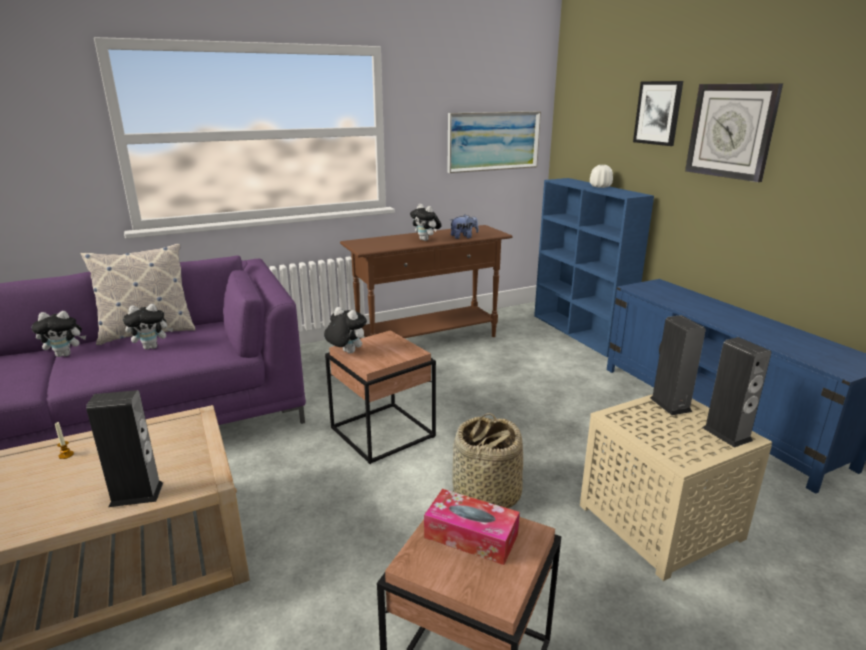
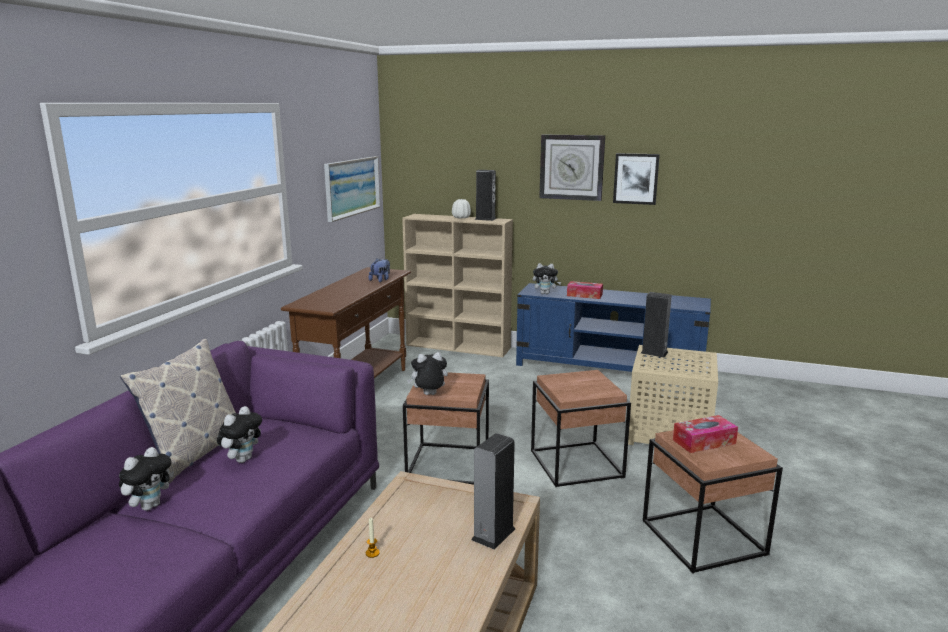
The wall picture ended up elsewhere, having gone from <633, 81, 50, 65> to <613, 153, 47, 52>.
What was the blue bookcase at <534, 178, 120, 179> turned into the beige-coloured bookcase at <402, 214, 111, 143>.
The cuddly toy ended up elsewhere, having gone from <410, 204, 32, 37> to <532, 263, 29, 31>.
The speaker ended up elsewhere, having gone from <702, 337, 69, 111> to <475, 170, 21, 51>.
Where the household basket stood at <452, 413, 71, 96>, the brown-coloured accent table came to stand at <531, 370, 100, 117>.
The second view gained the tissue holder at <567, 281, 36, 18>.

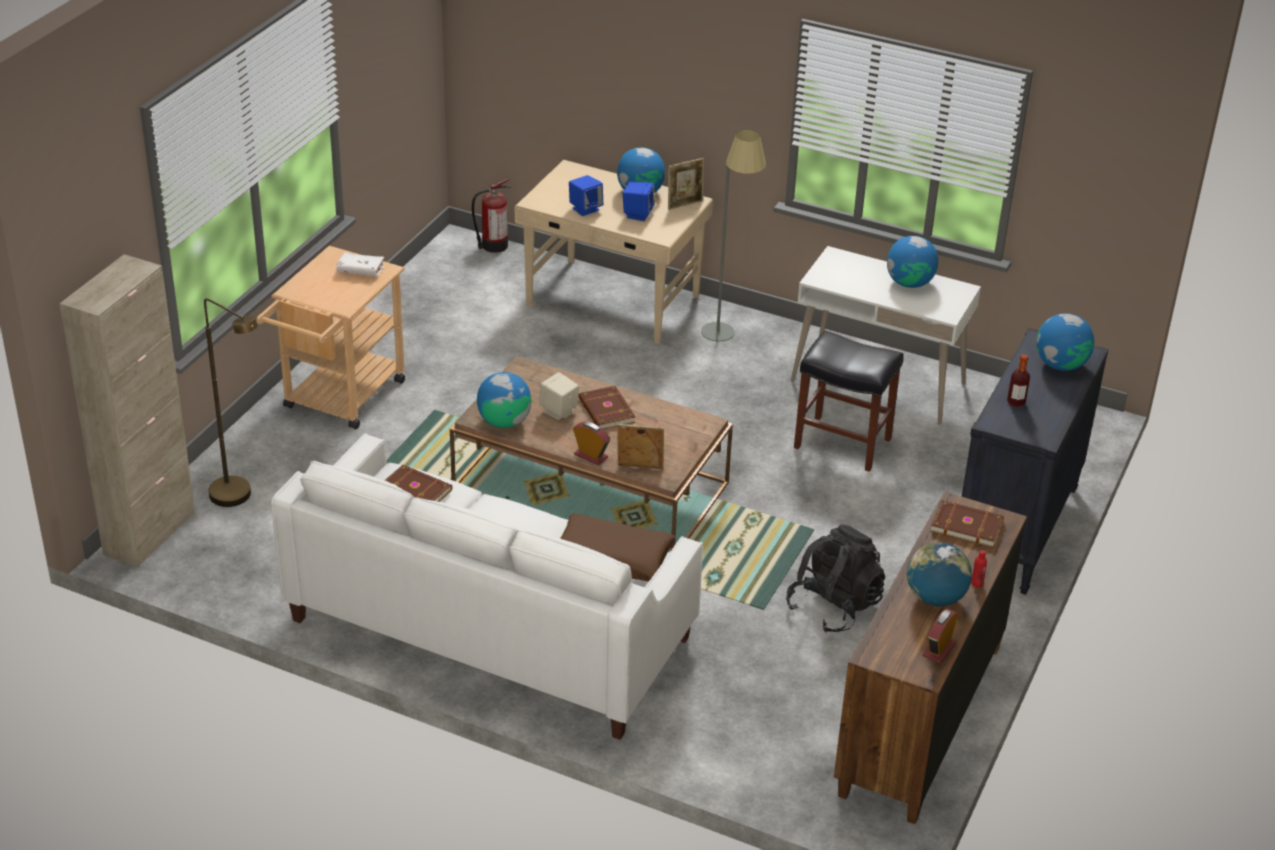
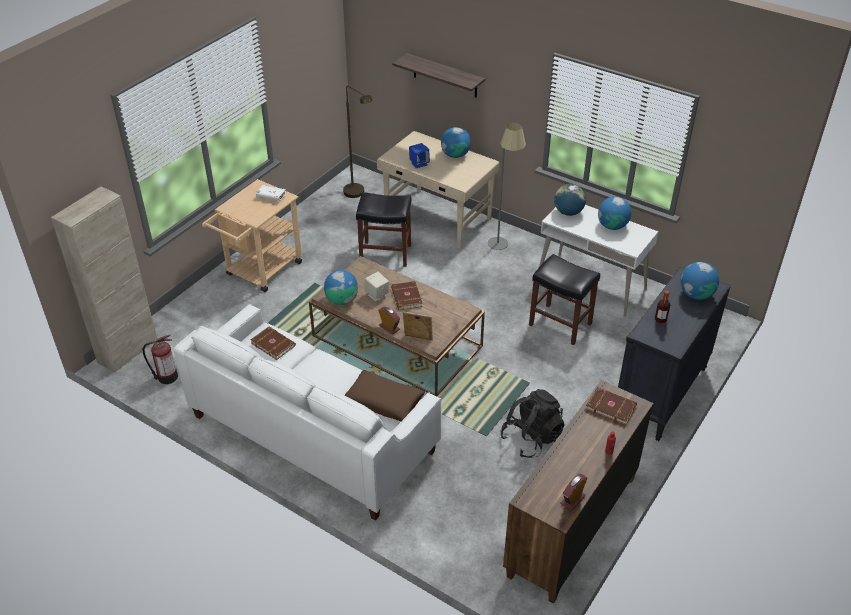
The second view lost the photo frame at <668, 158, 36, 52>.
The fire extinguisher ended up elsewhere, having gone from <472, 179, 38, 74> to <143, 335, 35, 49>.
The second view lost the blue speaker at <623, 181, 32, 40>.
The brown-coloured standard lamp ended up elsewhere, having gone from <204, 298, 54, 209> to <343, 86, 29, 112>.
The world globe ended up elsewhere, having gone from <907, 542, 65, 65> to <554, 184, 32, 32>.
The second view gained the wall shelf at <392, 53, 93, 45>.
The second view gained the black sitting stool at <356, 192, 56, 75>.

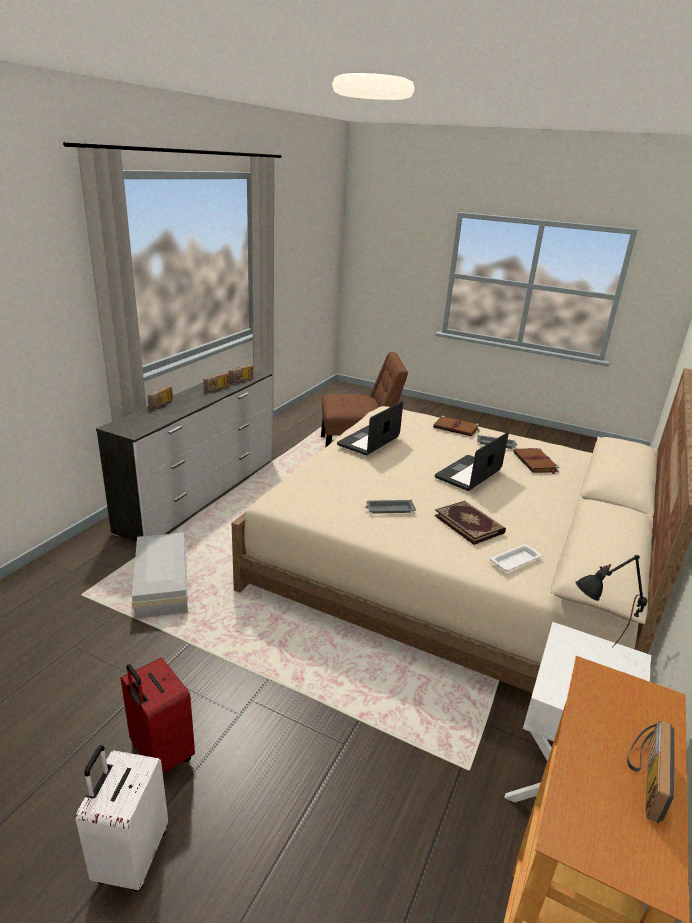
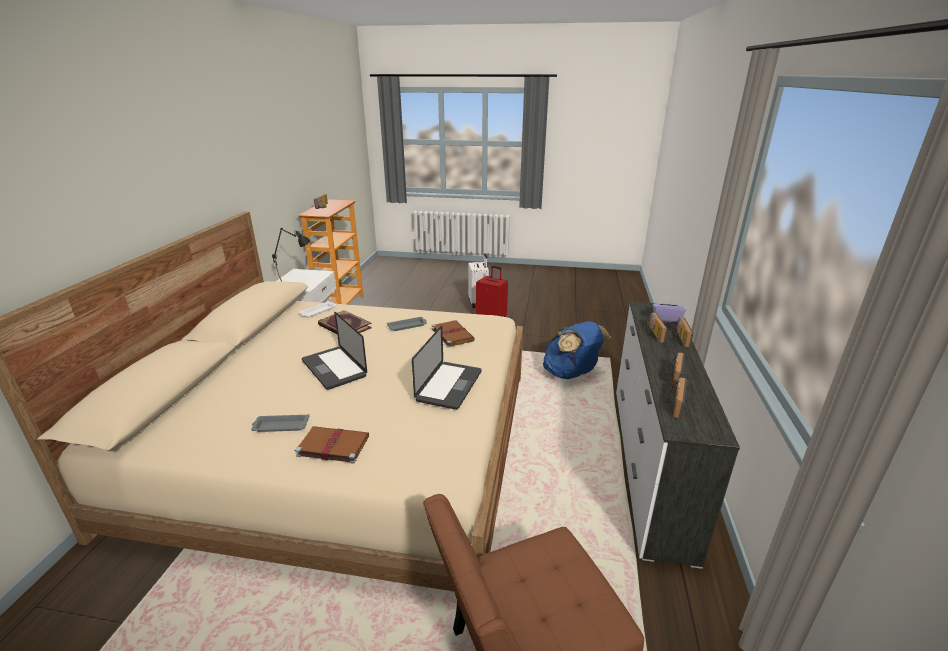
The portable computer at <435, 432, 74, 59> ended up facing another way, 120 degrees clockwise from before.
The brown-coloured book ended up elsewhere, having gone from <513, 448, 47, 26> to <432, 320, 43, 27>.
Where the white storage bin stood at <132, 533, 56, 87>, the blue rucksack came to stand at <543, 321, 68, 58>.
The second view gained the purple-coloured tissue holder at <652, 296, 34, 26>.
The second view gained the radio set at <644, 313, 24, 30>.

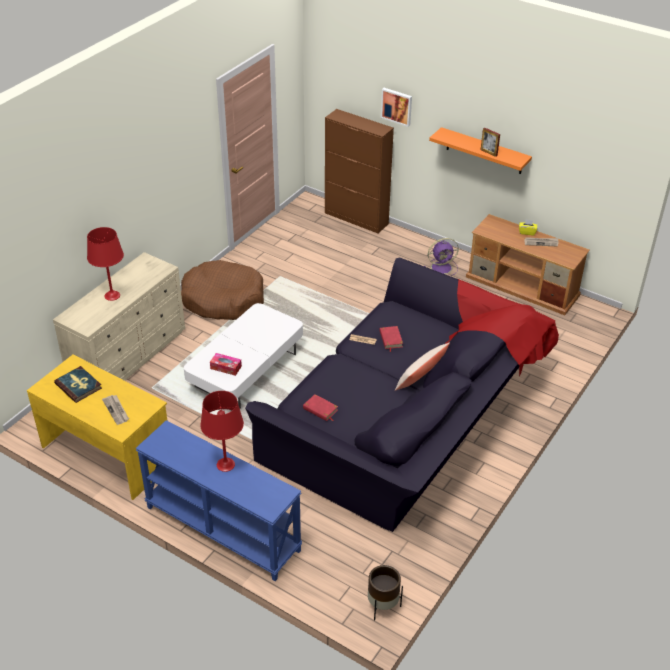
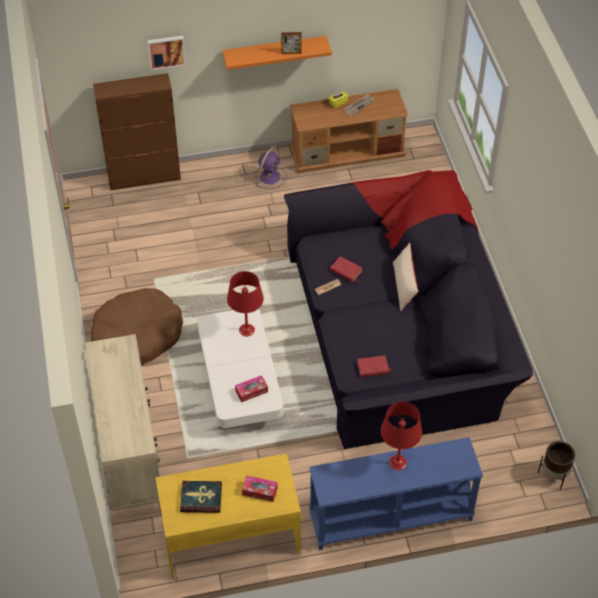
The reddish tabletop lamp ended up elsewhere, having gone from <87, 227, 37, 74> to <227, 271, 37, 65>.
Where the daily paper stood at <102, 395, 27, 30>, the tissue holder came to stand at <242, 475, 36, 27>.

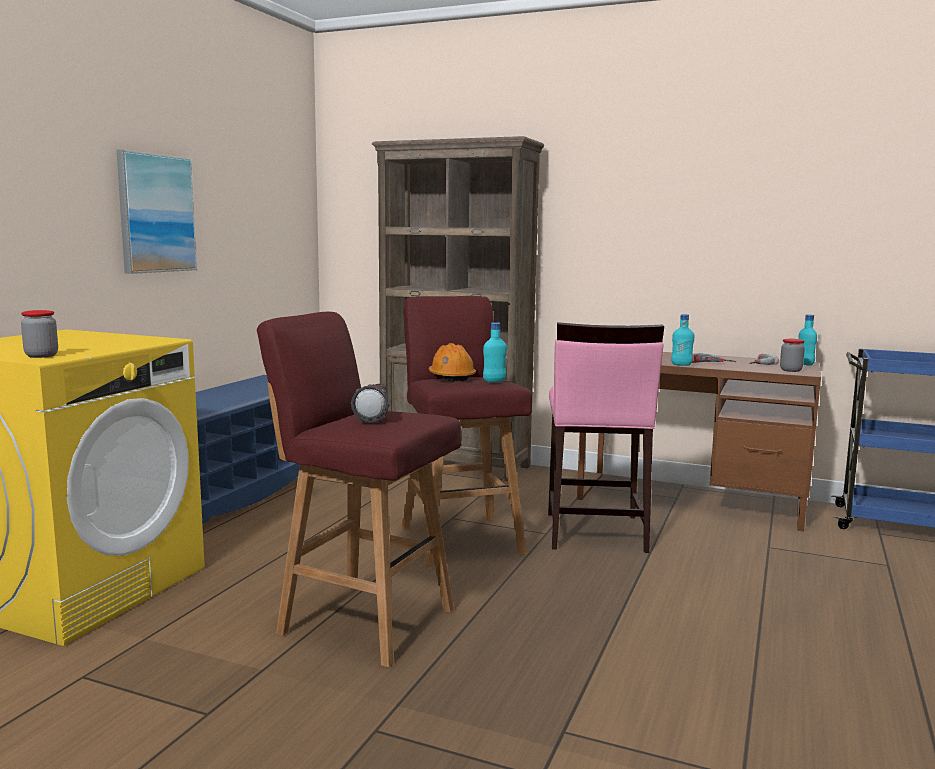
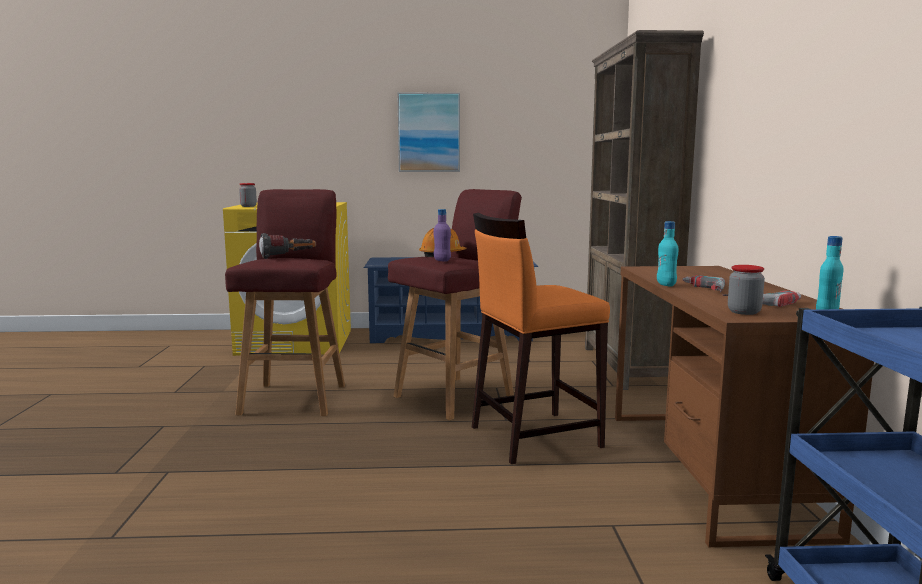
What was the blue-green drink bottle at <483, 322, 24, 60> turned into the purple-coloured drink bottle at <434, 209, 17, 53>.
What was the pink-coloured sitting stool at <548, 322, 116, 231> turned into the orange sitting stool at <472, 213, 138, 251>.

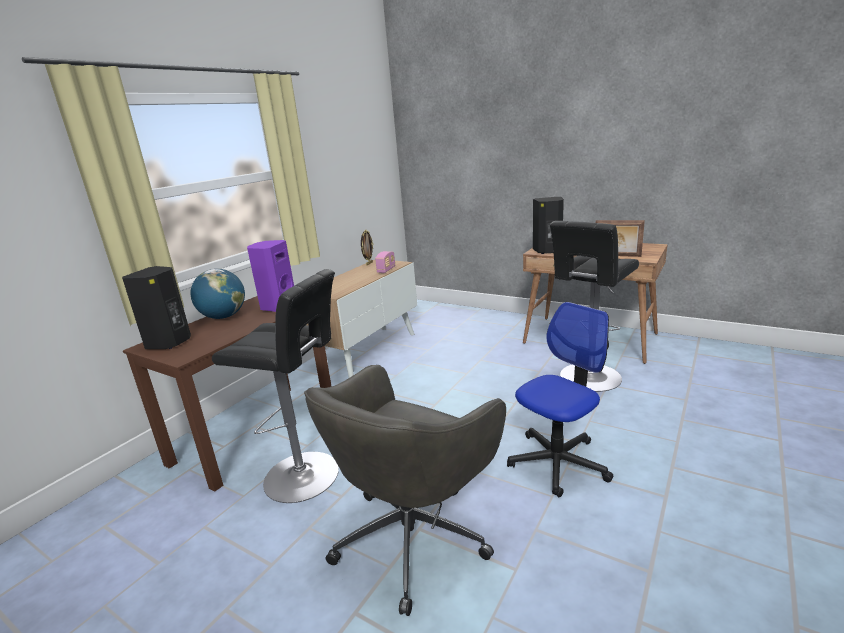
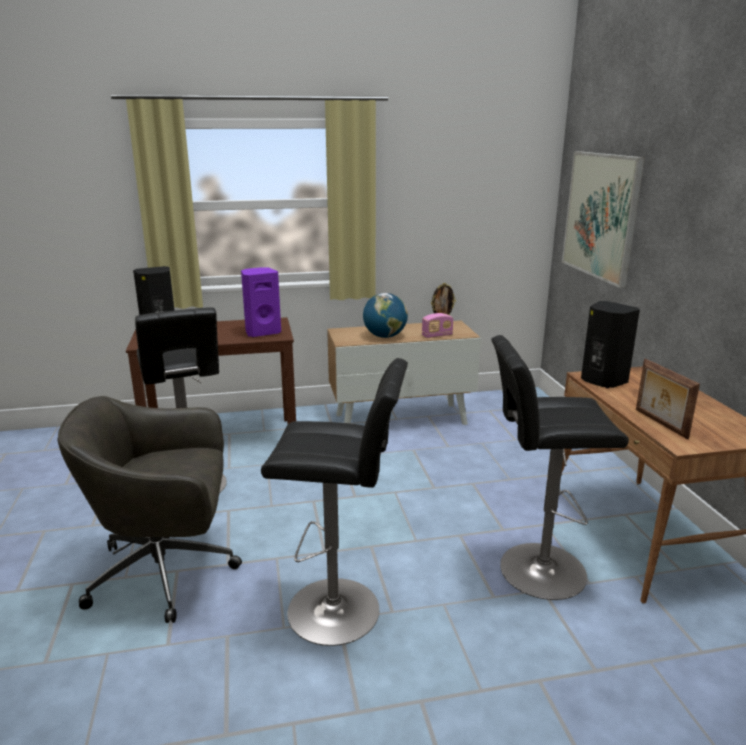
The world globe ended up elsewhere, having gone from <191, 269, 54, 50> to <363, 293, 45, 45>.
Where the desk chair stood at <507, 302, 106, 195>, the black sitting stool came to stand at <261, 358, 147, 288>.
The second view gained the wall picture at <562, 151, 83, 137>.

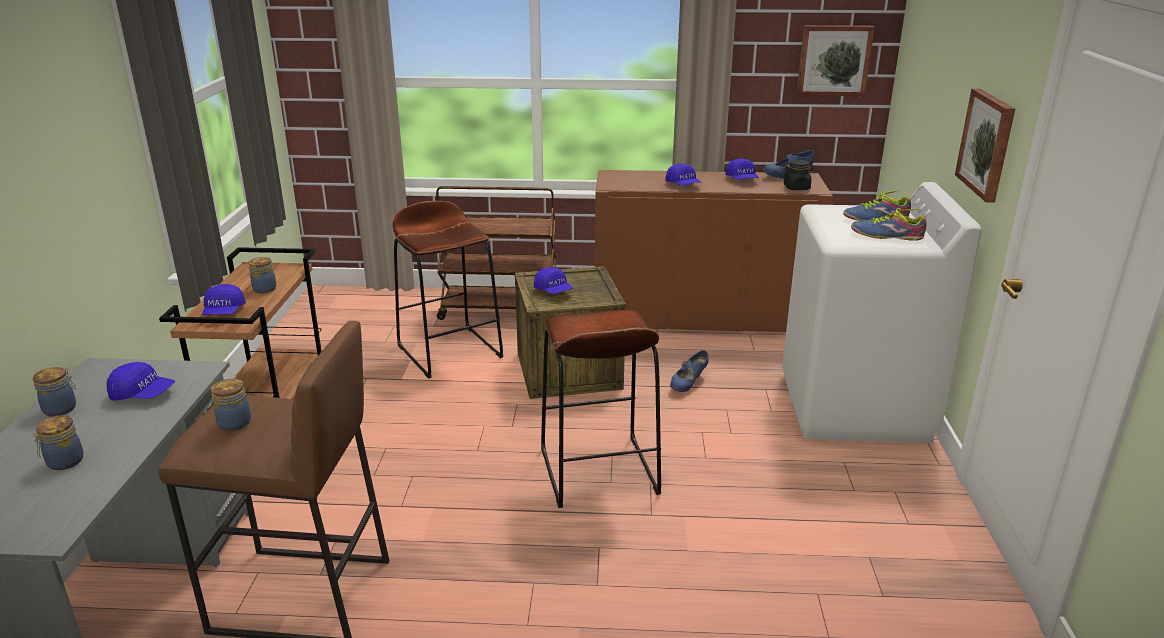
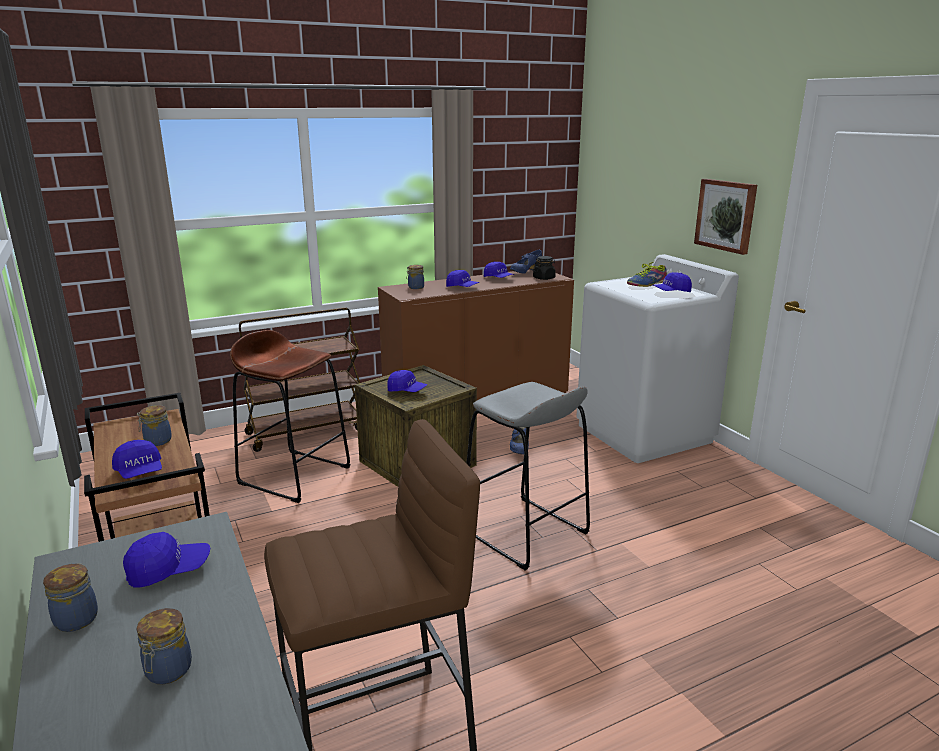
The second view lost the wall picture at <796, 25, 79, 71>.
Where the low shoe stood at <851, 208, 76, 33>, the blue peaked cap came to stand at <652, 272, 40, 21>.
What was the brown-coloured sitting stool at <541, 310, 120, 198> turned into the greyish sitting stool at <467, 382, 123, 188>.
The storage jar ended up elsewhere, having gone from <211, 379, 40, 52> to <407, 265, 17, 24>.

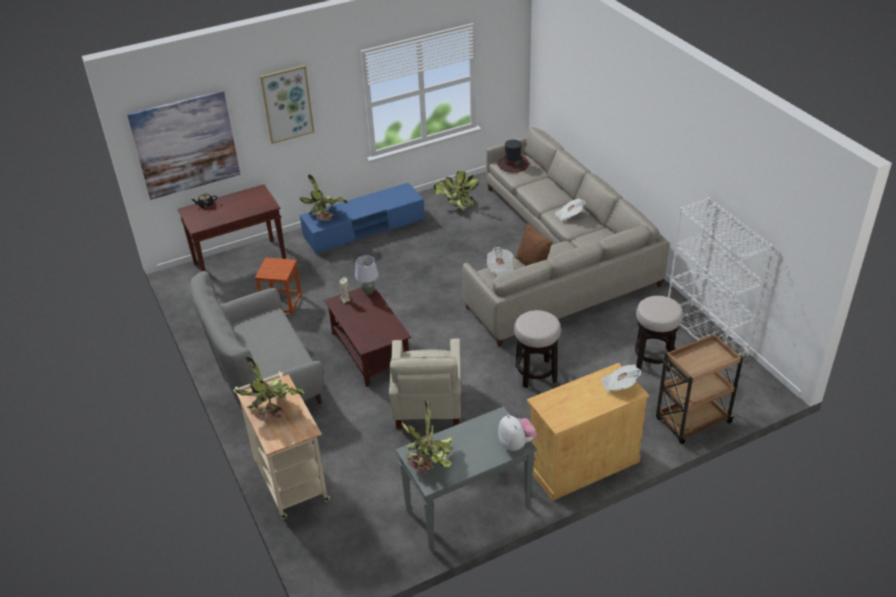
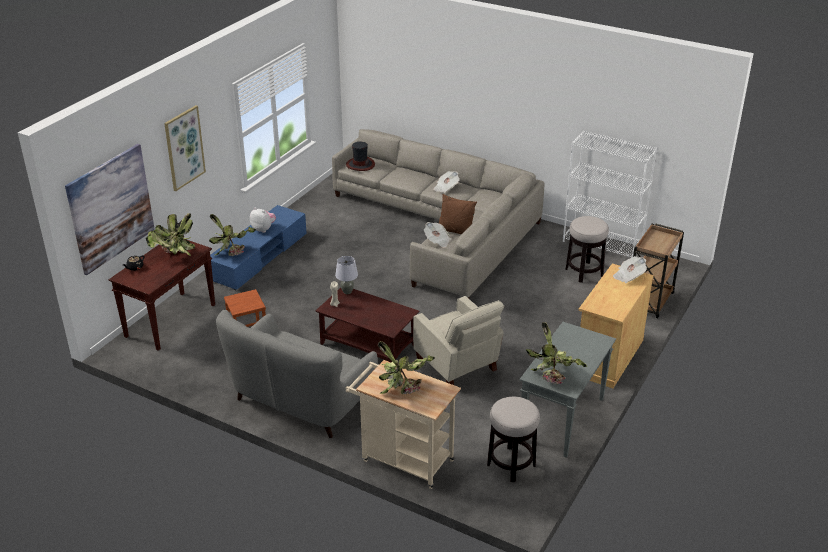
The potted plant ended up elsewhere, having gone from <434, 171, 45, 40> to <146, 213, 49, 43>.
The sitting stool ended up elsewhere, having gone from <514, 310, 47, 78> to <487, 397, 53, 85>.
The cuddly toy ended up elsewhere, having gone from <498, 414, 39, 37> to <250, 208, 26, 25>.

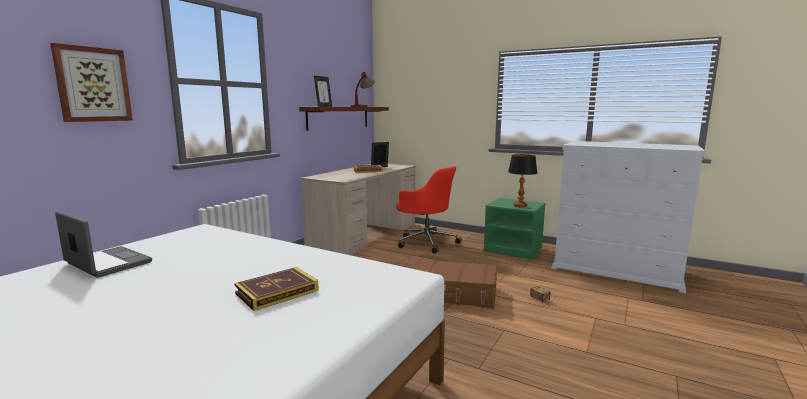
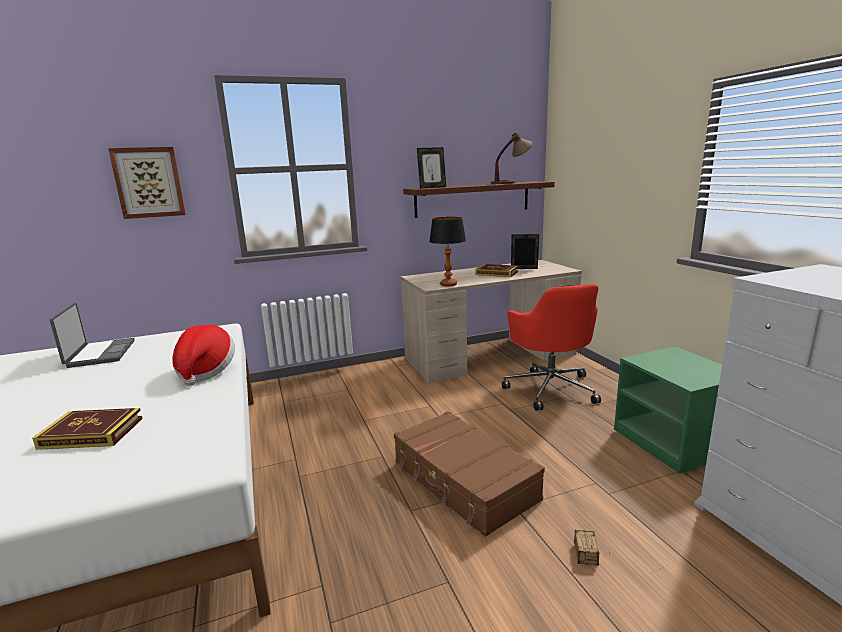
The tabletop lamp ended up elsewhere, having gone from <508, 154, 29, 54> to <429, 217, 37, 70>.
The second view gained the hat at <172, 325, 63, 61>.

